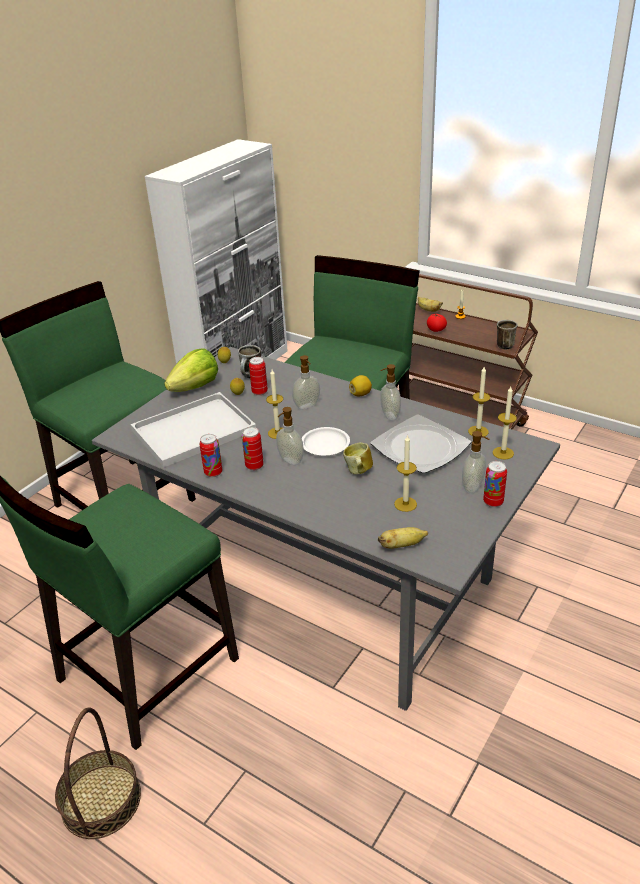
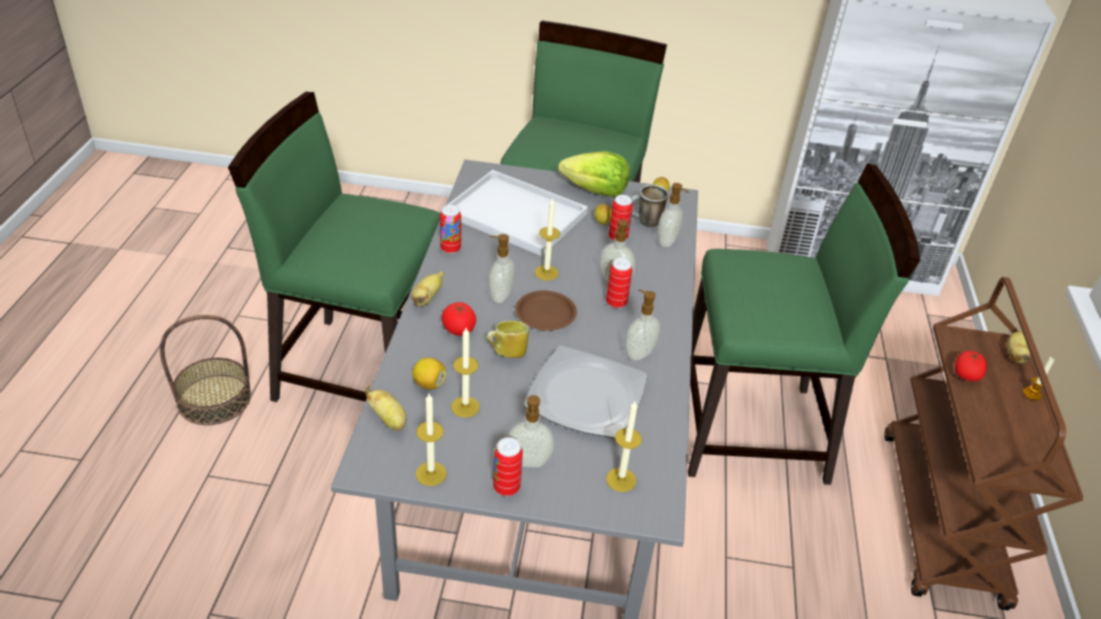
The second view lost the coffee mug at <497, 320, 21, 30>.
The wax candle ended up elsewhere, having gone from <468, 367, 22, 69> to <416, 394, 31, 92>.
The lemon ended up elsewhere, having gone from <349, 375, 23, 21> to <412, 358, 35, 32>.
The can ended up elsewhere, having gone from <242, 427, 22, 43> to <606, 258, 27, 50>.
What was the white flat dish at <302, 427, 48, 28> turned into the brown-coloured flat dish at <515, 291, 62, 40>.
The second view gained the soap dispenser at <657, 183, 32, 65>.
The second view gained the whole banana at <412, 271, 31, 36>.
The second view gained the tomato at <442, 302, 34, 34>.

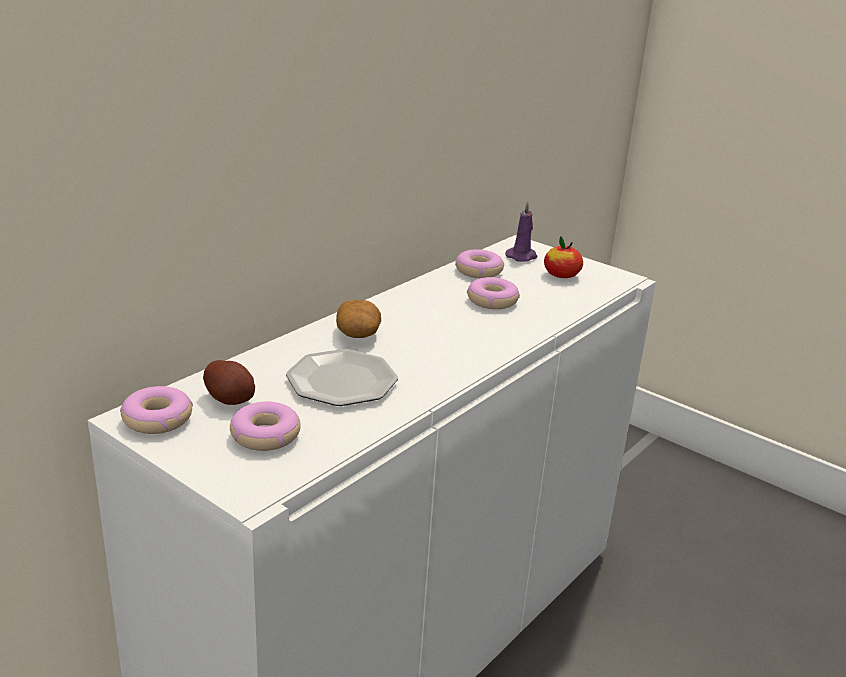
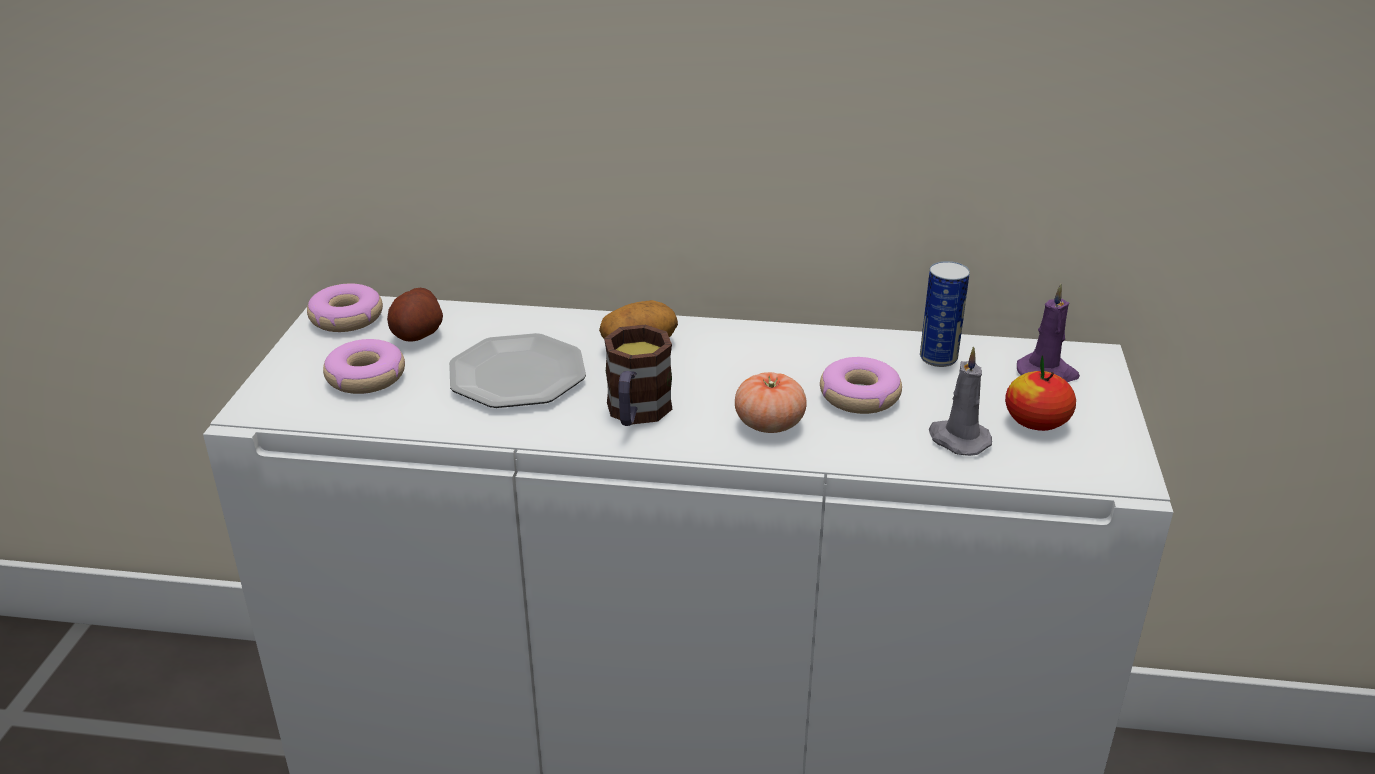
Where the donut stood at <455, 249, 49, 29>, the can came to stand at <920, 261, 50, 106>.
The second view gained the coffee mug at <604, 325, 68, 101>.
The second view gained the greyish wax candle at <929, 347, 63, 109>.
The second view gained the tomato at <735, 372, 72, 61>.

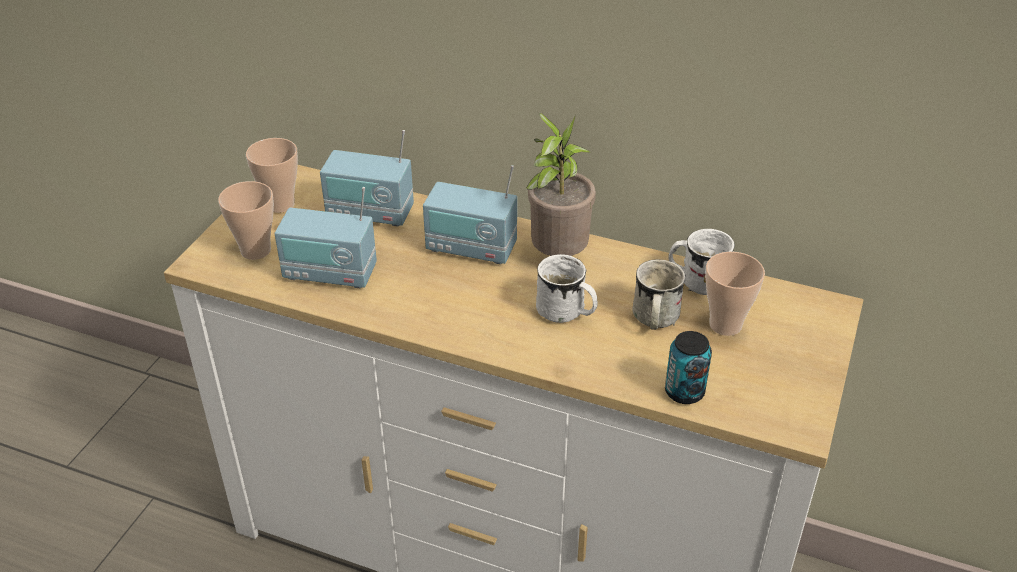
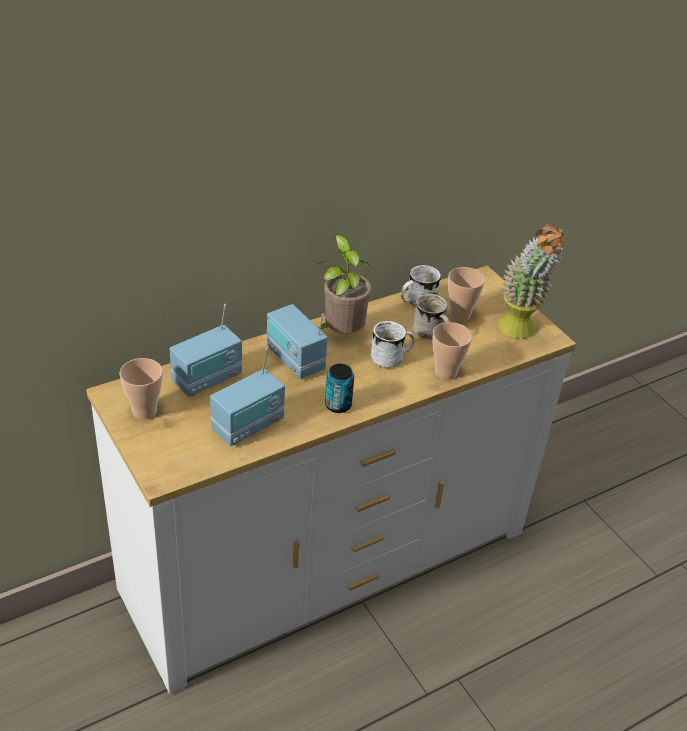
The radio set at <423, 165, 94, 99> ended up facing another way, 90 degrees clockwise from before.
The drinking cup ended up elsewhere, having gone from <218, 181, 56, 79> to <432, 322, 40, 58>.
The can ended up elsewhere, having gone from <665, 331, 47, 73> to <325, 364, 29, 49>.
The second view gained the potted plant at <498, 223, 68, 116>.

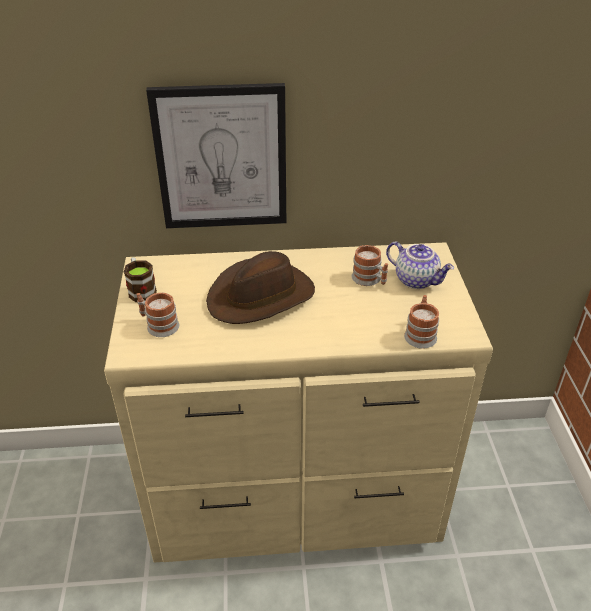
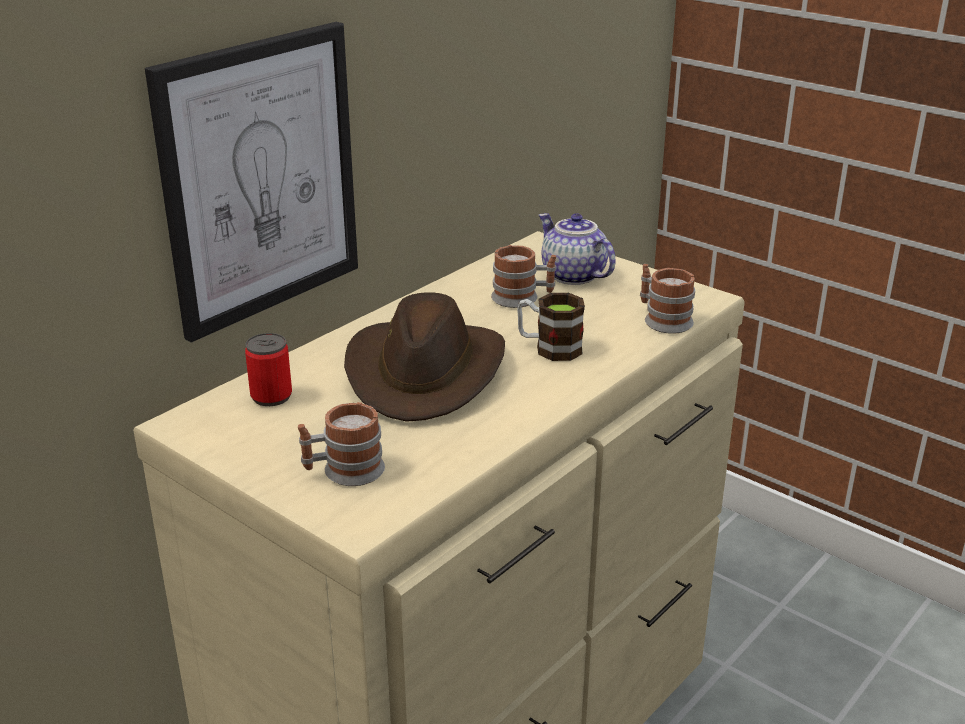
The tea pot at <386, 242, 68, 47> ended up facing another way, 120 degrees counterclockwise from before.
The coffee mug ended up elsewhere, having gone from <124, 257, 33, 45> to <517, 293, 68, 68>.
The second view gained the can at <245, 333, 47, 73>.

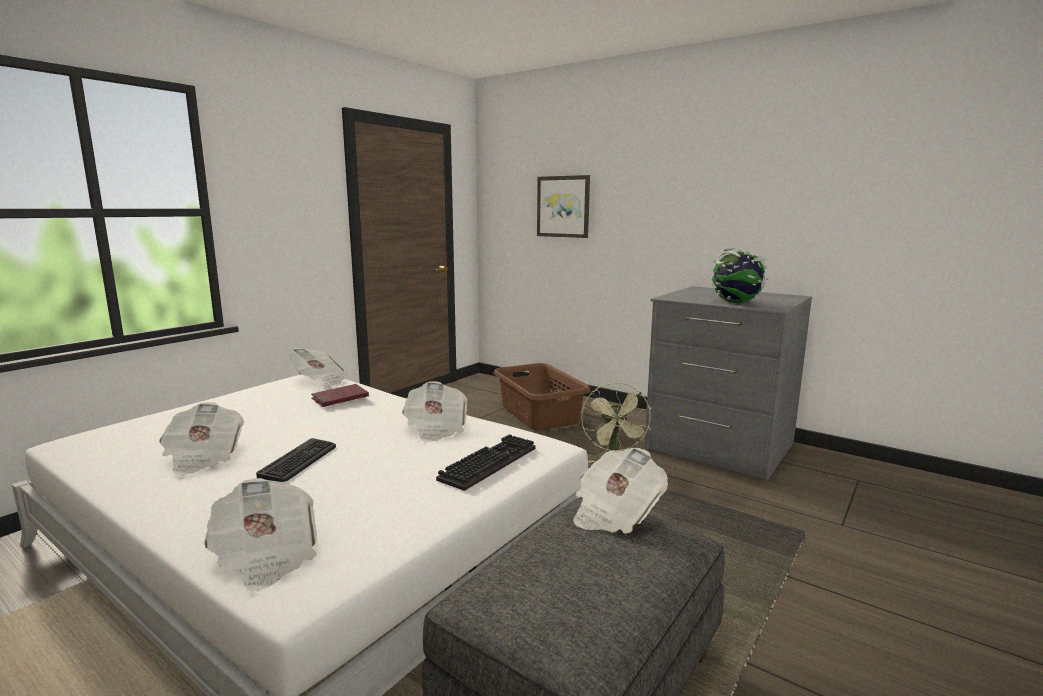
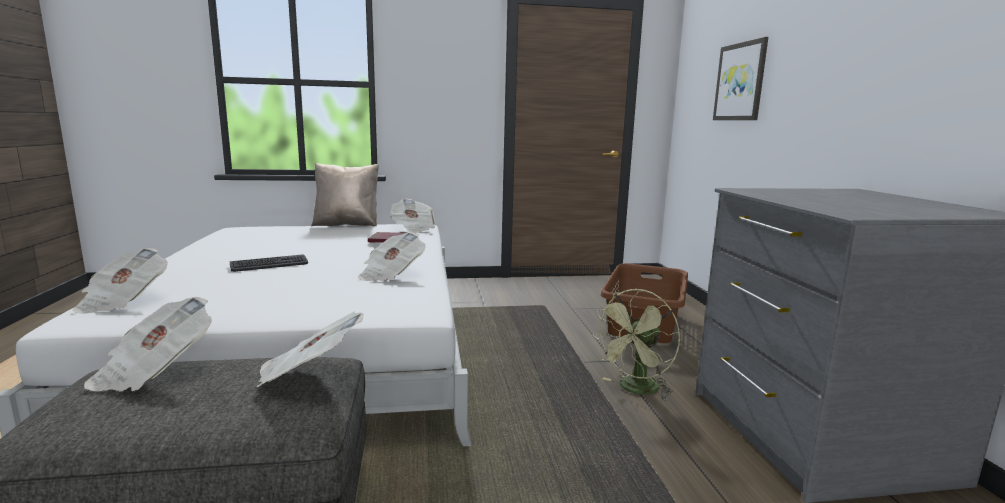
The second view lost the world globe at <711, 248, 57, 55>.
The daily paper ended up elsewhere, having gone from <159, 402, 85, 73> to <84, 297, 128, 95>.
The second view lost the PC keyboard at <436, 434, 100, 57>.
The second view gained the beige-coloured throw pillow at <311, 163, 68, 63>.

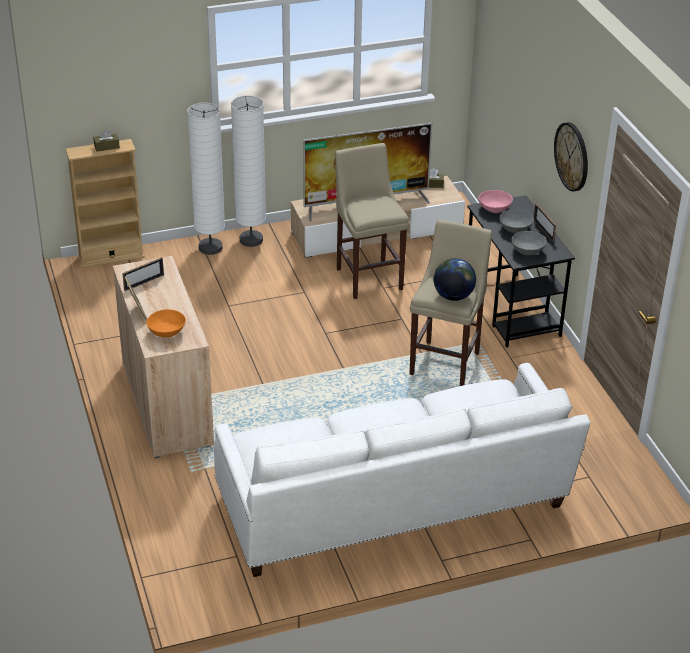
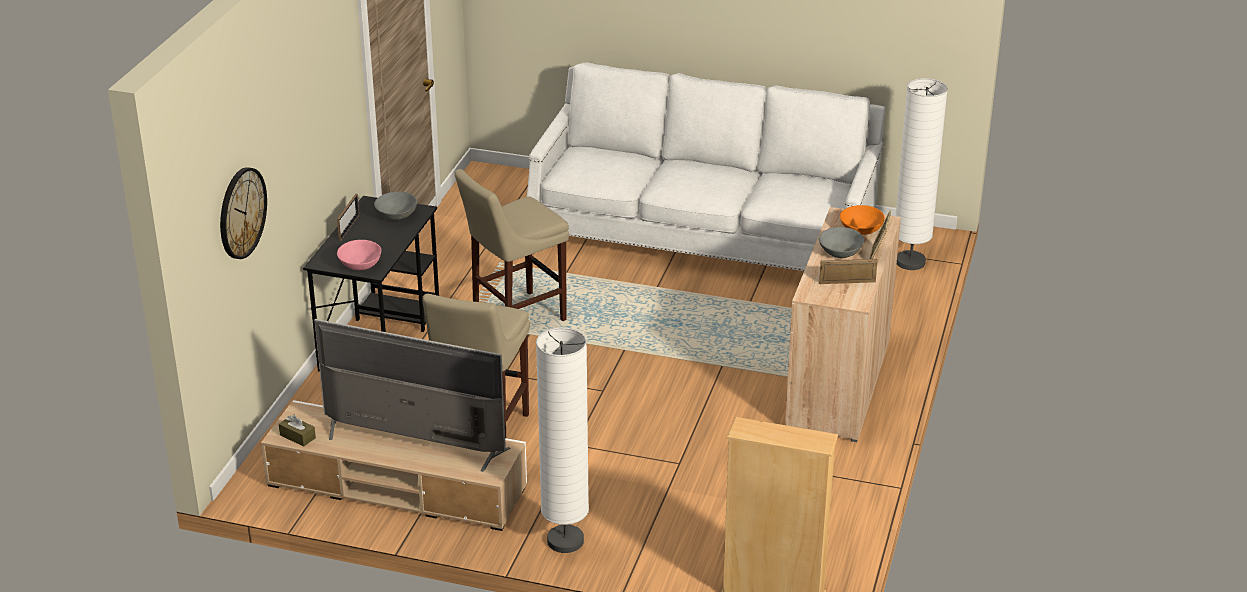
The white standard lamp ended up elsewhere, having gone from <187, 103, 38, 152> to <895, 78, 53, 192>.
The clock on the wall ended up elsewhere, having gone from <554, 122, 34, 69> to <220, 167, 47, 92>.
The second view lost the brown-coloured tissue holder at <93, 130, 27, 22>.
The greyish bowl ended up elsewhere, having gone from <499, 209, 35, 24> to <819, 227, 45, 31>.
The second view lost the world globe at <434, 258, 42, 43>.

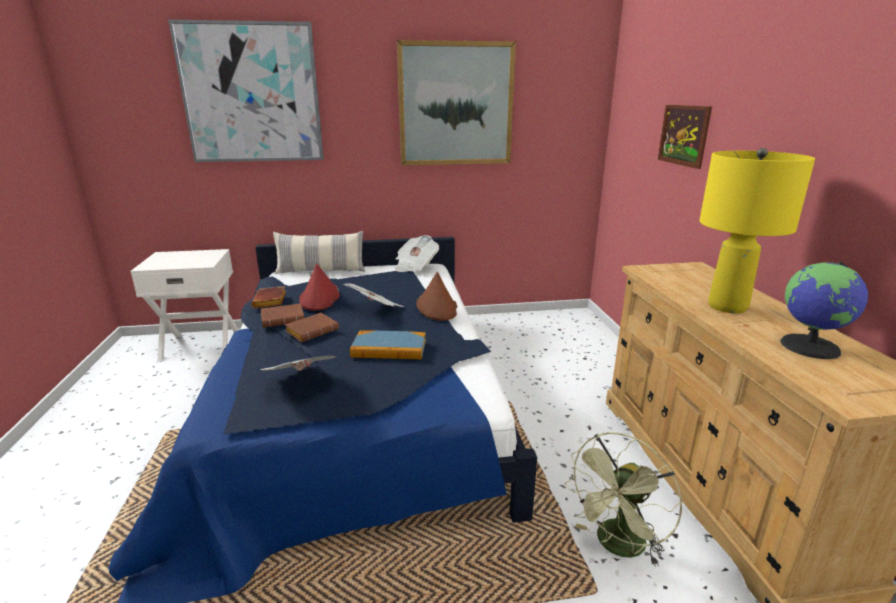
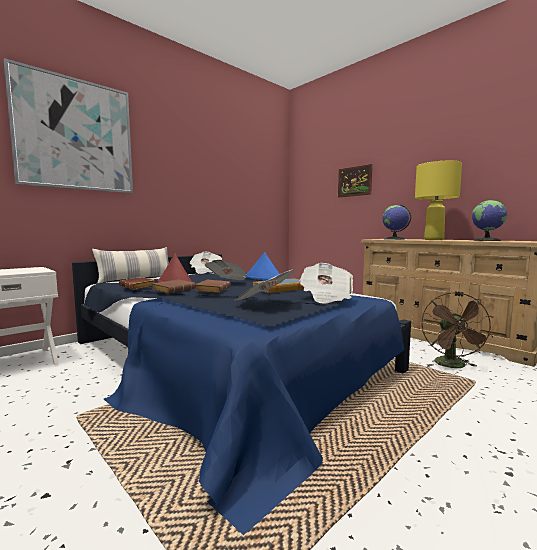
The second view lost the wall picture at <397, 40, 119, 126>.
What was the brown-coloured hat at <416, 272, 41, 49> turned into the blue hat at <245, 252, 35, 28>.
What was the green cooling fan at <565, 432, 118, 135> turned into the brown-coloured cooling fan at <421, 292, 73, 76>.
The second view gained the world globe at <383, 205, 28, 35>.
The second view gained the daily paper at <299, 263, 54, 40>.

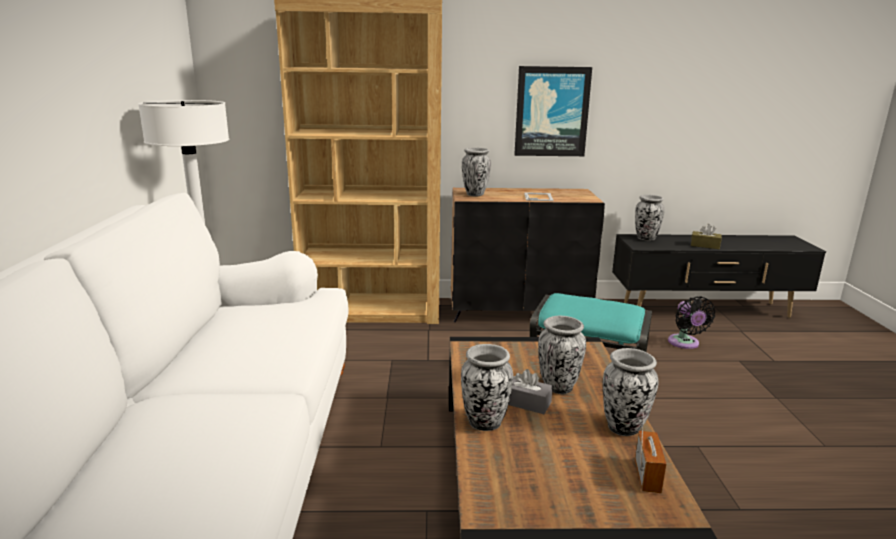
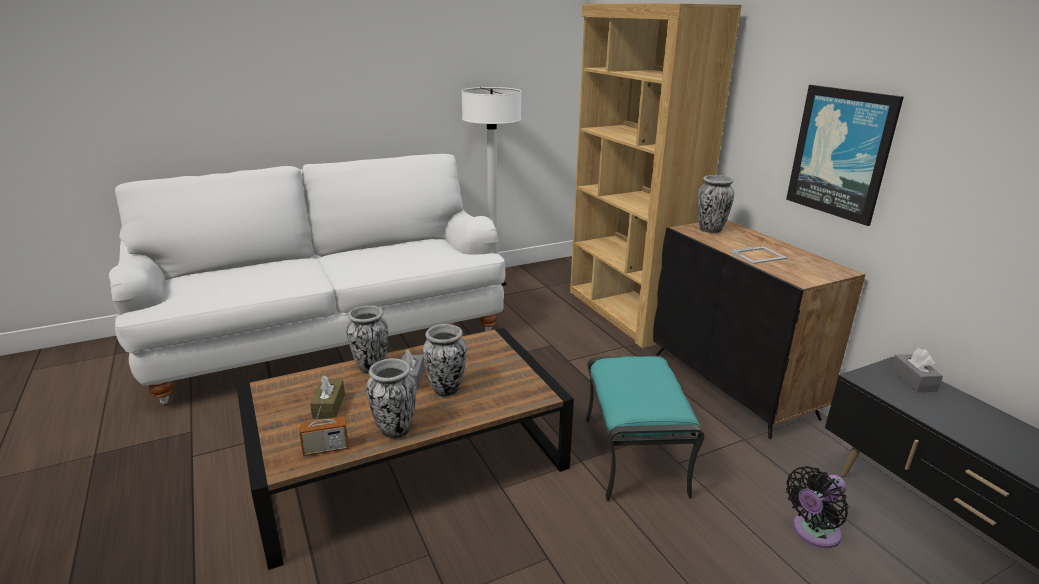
Where the decorative vase stood at <635, 195, 30, 46>, the greyish tissue holder came to stand at <890, 348, 53, 44>.
The brown-coloured tissue holder ended up elsewhere, having gone from <691, 224, 31, 25> to <310, 375, 35, 44>.

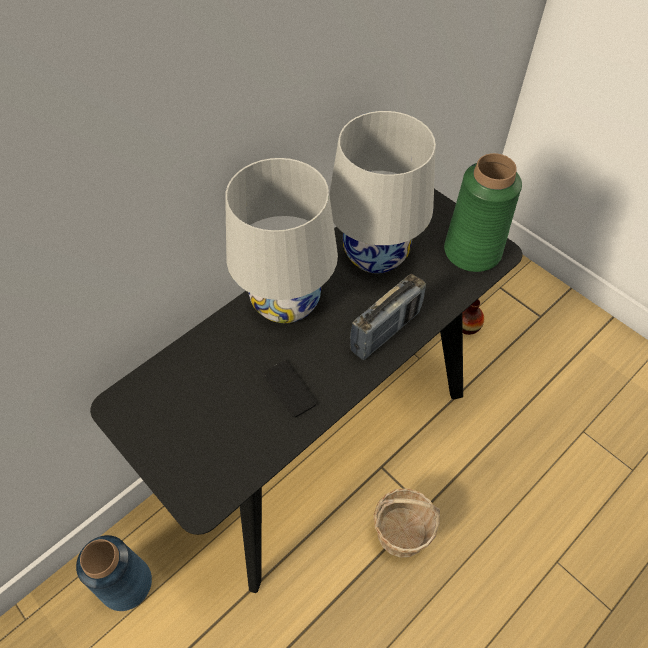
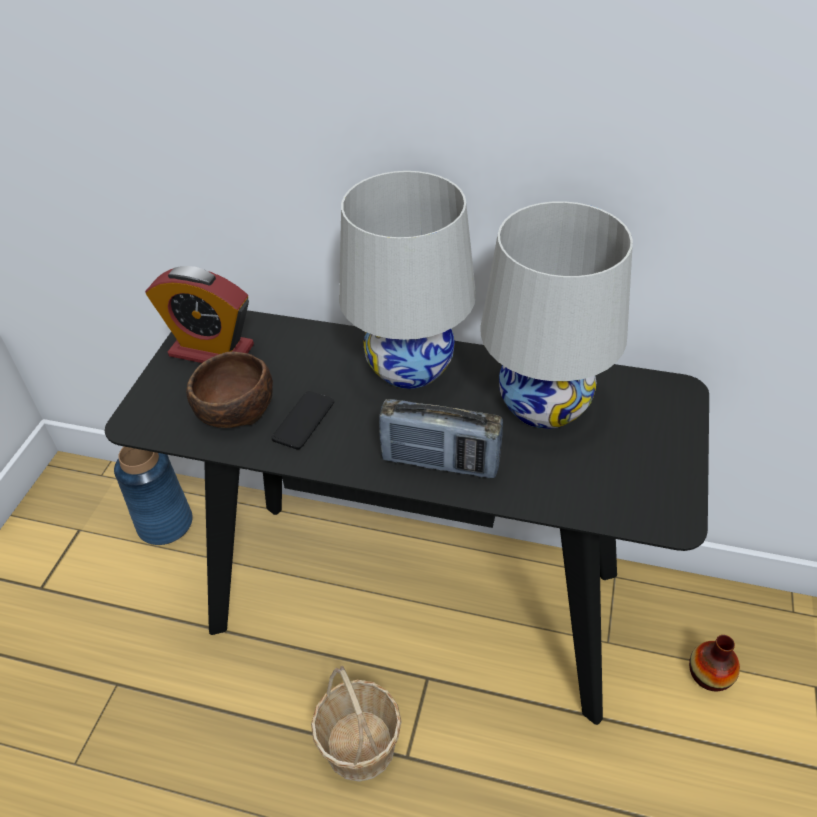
The second view lost the green decorative vase at <444, 153, 78, 119>.
The second view gained the bedside clock at <145, 266, 109, 97>.
The second view gained the brown-coloured bowl at <186, 351, 87, 77>.

